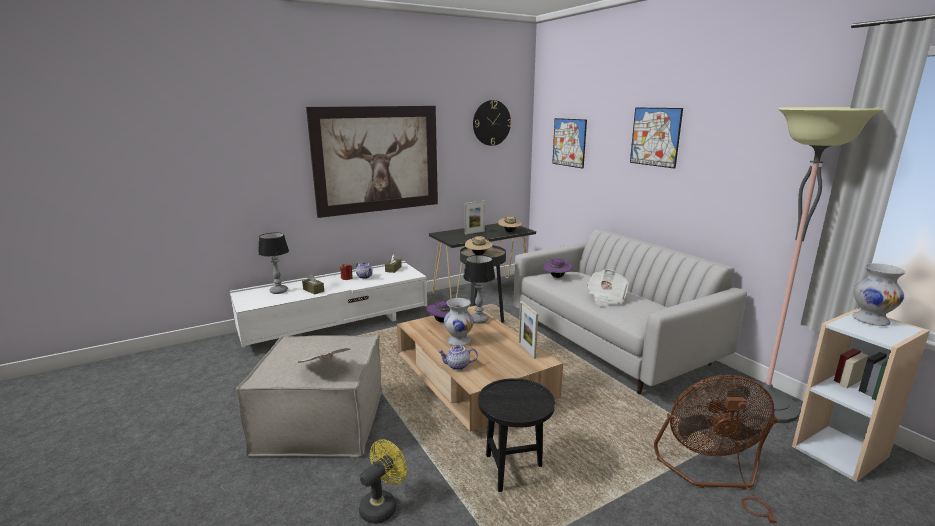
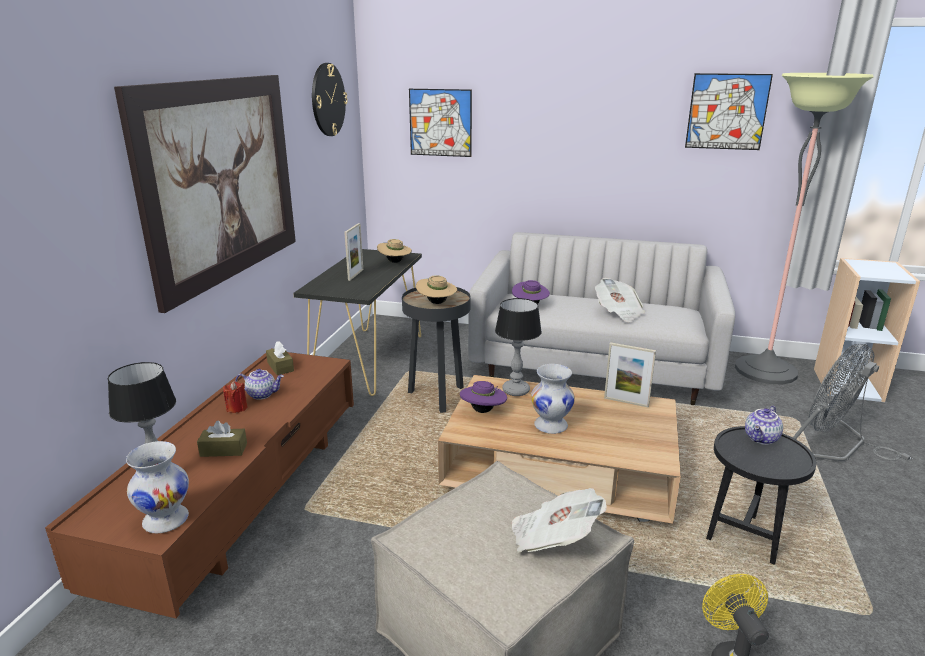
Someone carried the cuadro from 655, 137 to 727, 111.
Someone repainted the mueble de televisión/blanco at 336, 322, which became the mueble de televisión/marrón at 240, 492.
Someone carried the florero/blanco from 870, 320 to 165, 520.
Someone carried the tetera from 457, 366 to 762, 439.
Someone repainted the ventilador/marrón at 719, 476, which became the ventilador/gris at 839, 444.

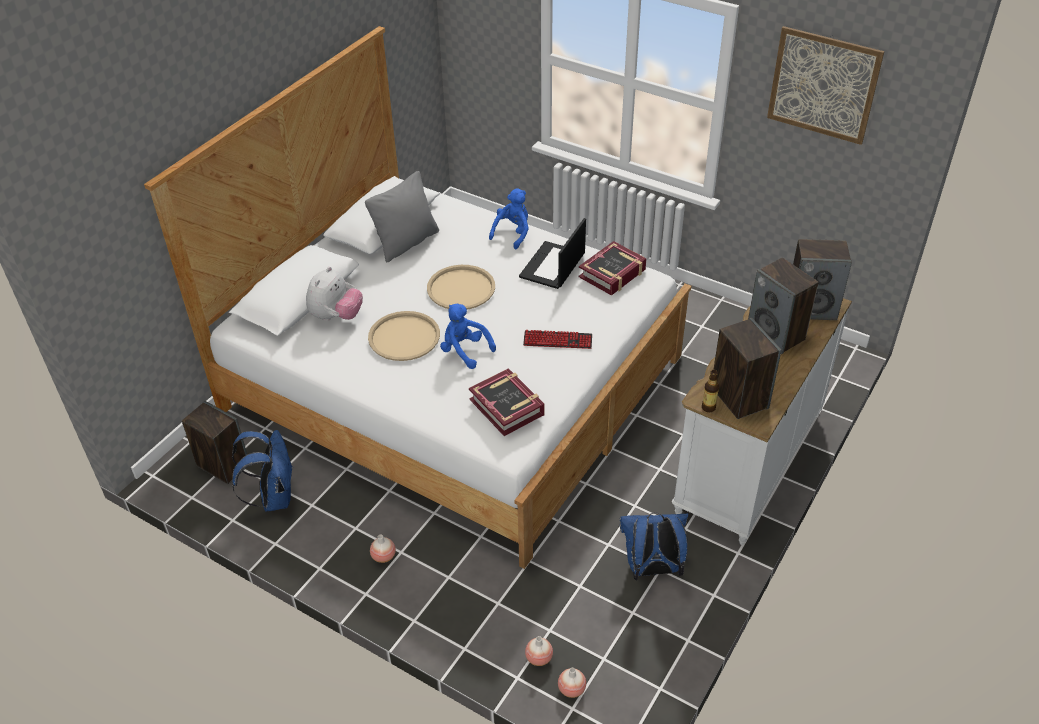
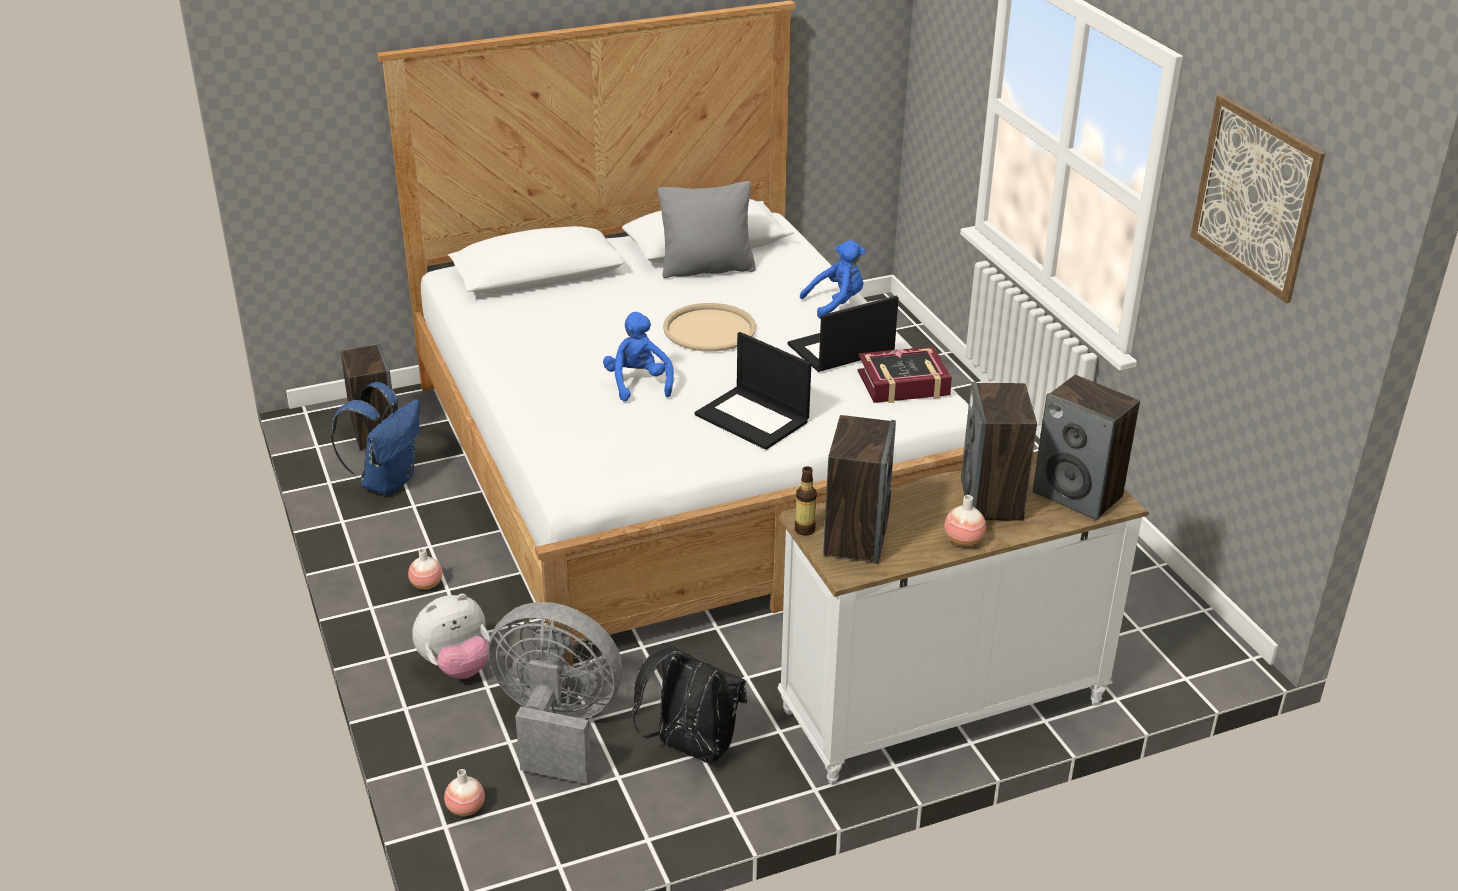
Someone carried the peluche from 336, 316 to 457, 666.
Someone took away the bandeja/beis at 404, 337.
Someone swapped the teclado at 557, 340 for the portátil at 753, 418.
Someone took away the libro at 507, 407.
Someone repainted the mochila/azul at 652, 569, which became the mochila/negro at 690, 748.
Someone carried the florero from 539, 658 to 963, 540.
Someone put down the ventilador/gris at 557, 726.

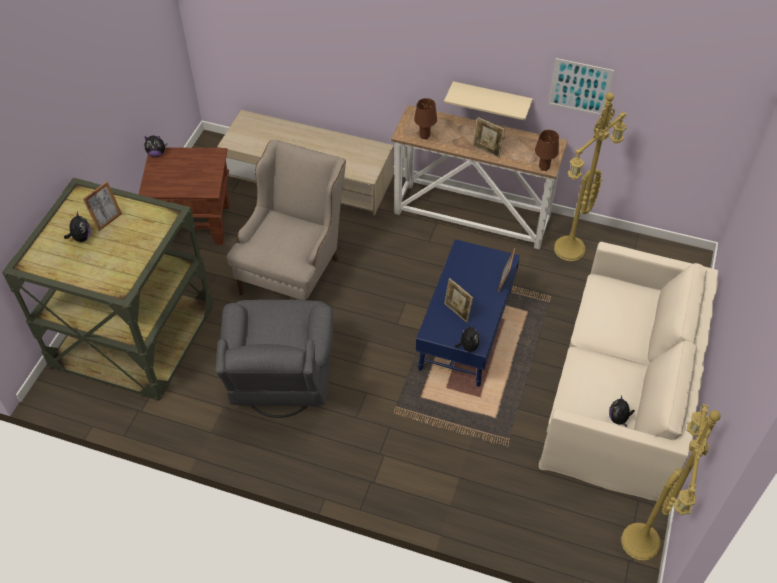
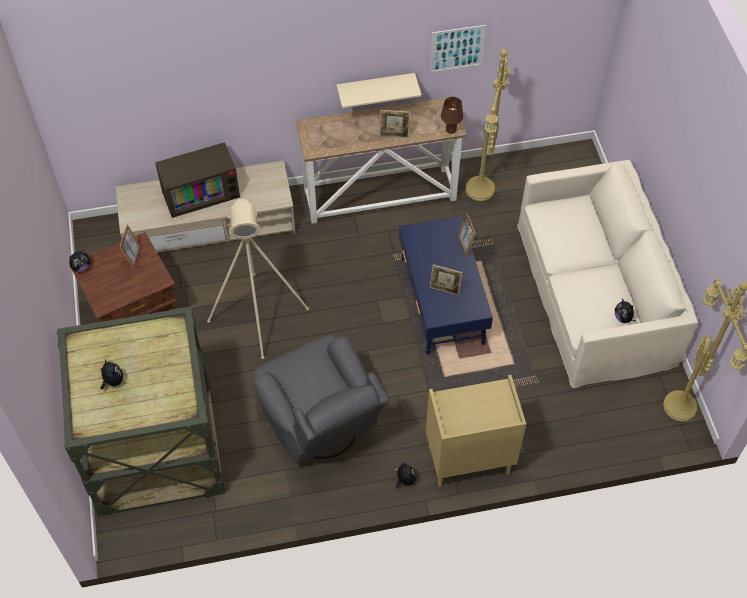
Someone took away the lámpara de mesa/marrón at 424, 135.
Someone swapped the sillón/beis at 294, 268 for the lámpara de pie/beis at 258, 316.
Someone carried the portarretratos from 107, 220 to 133, 257.
Someone carried the peluche from 468, 346 to 405, 480.
Someone put down the televisor at 201, 192.
Someone put down the armario/beis at 468, 460.

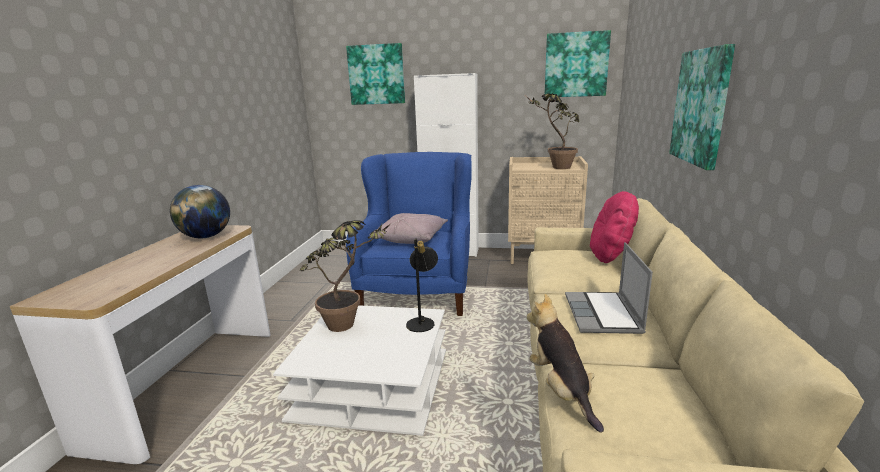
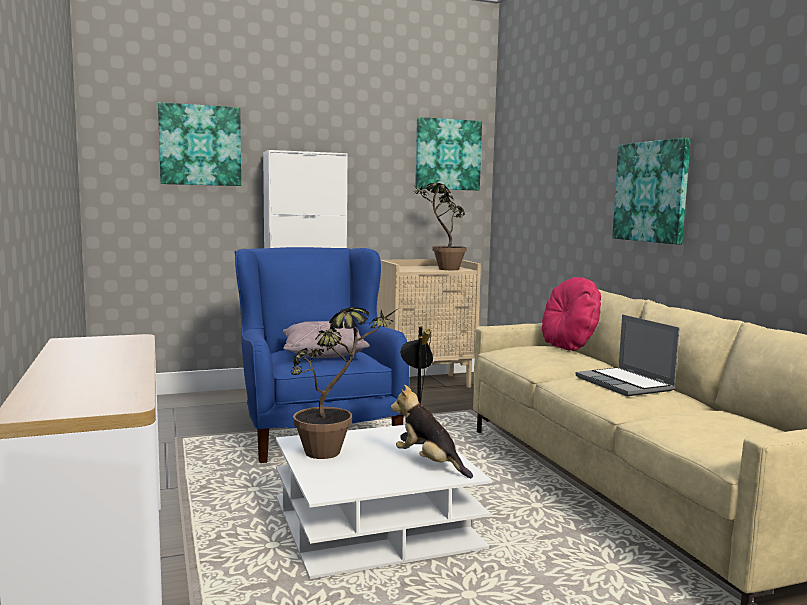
Someone took away the globo terráqueo at 206, 237.
Someone carried the peluche from 561, 390 to 429, 463.

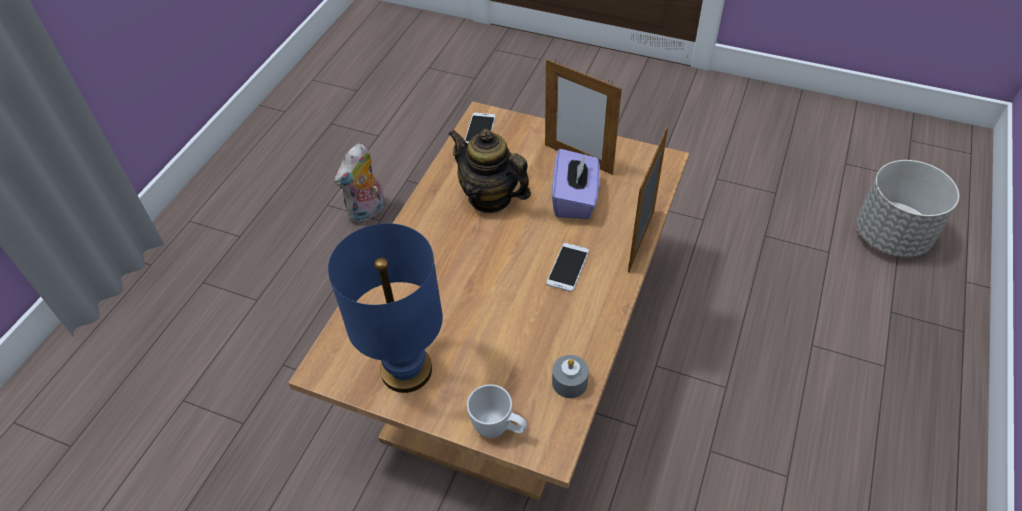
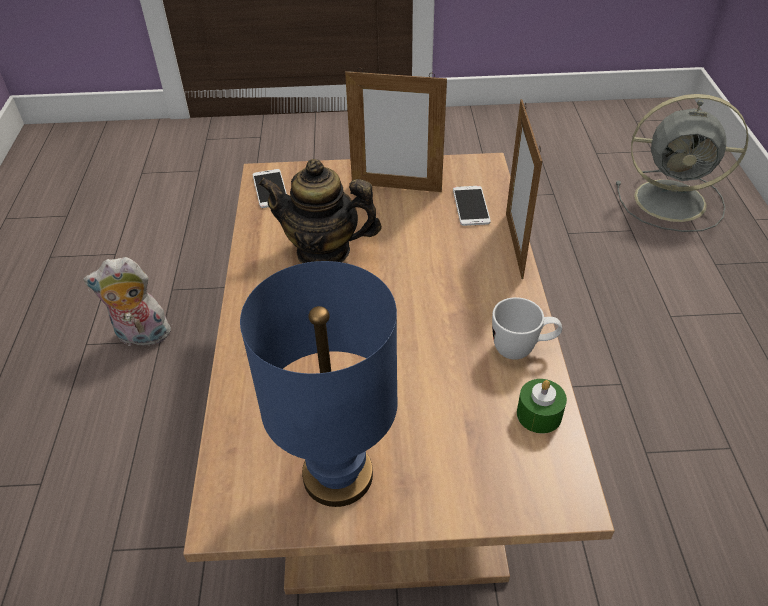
Someone rotated the peluche at 368, 212 by 75 degrees clockwise.
Someone took away the caja de pañuelos/morado at 575, 199.
Someone swapped the maceta/gris at 892, 236 for the ventilador/gris at 673, 201.
Someone carried the móvil from 568, 267 to 471, 206.
Someone repainted the vela/gris at 569, 382, which became the vela/verde at 539, 414.
Someone carried the taza grande/blanco from 499, 429 to 522, 349.

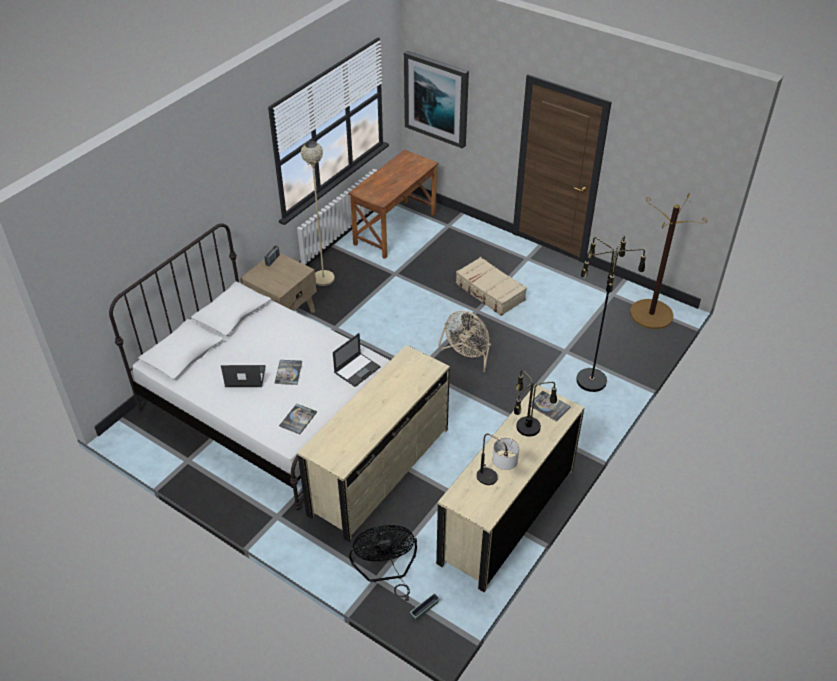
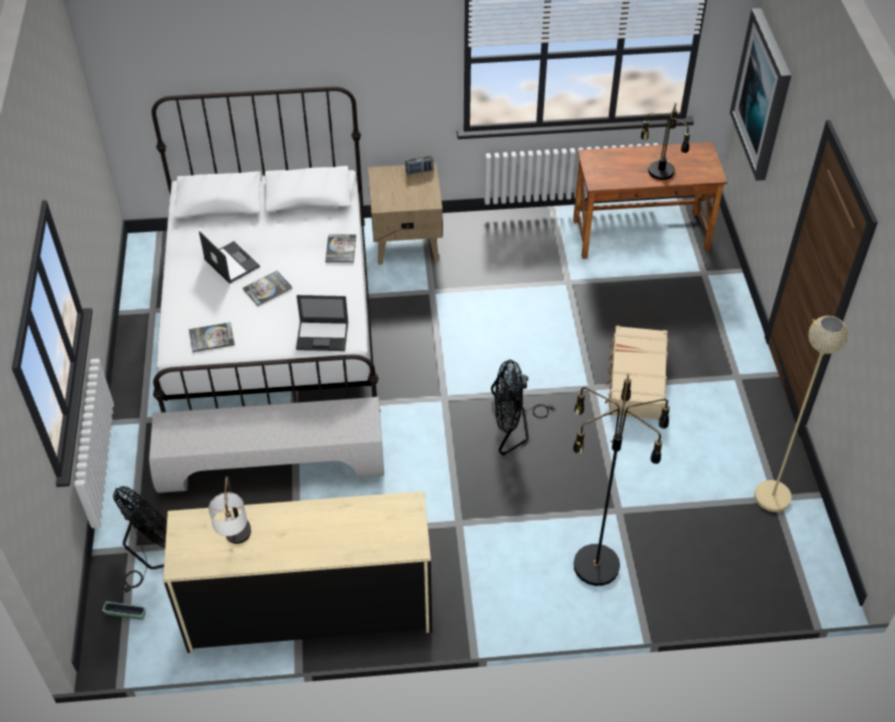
Someone carried the lámpara de pie/beis from 323, 279 to 772, 497.
Someone took away the perchero/marrón at 651, 314.
Someone repainted the ventilador/beis at 467, 353, which became the ventilador/negro at 514, 422.
Someone swapped the cómoda/beis at 381, 470 for the banco/gris at 272, 460.
Someone carried the lámpara de mesa from 528, 426 to 661, 171.
Someone carried the libro from 549, 406 to 340, 249.

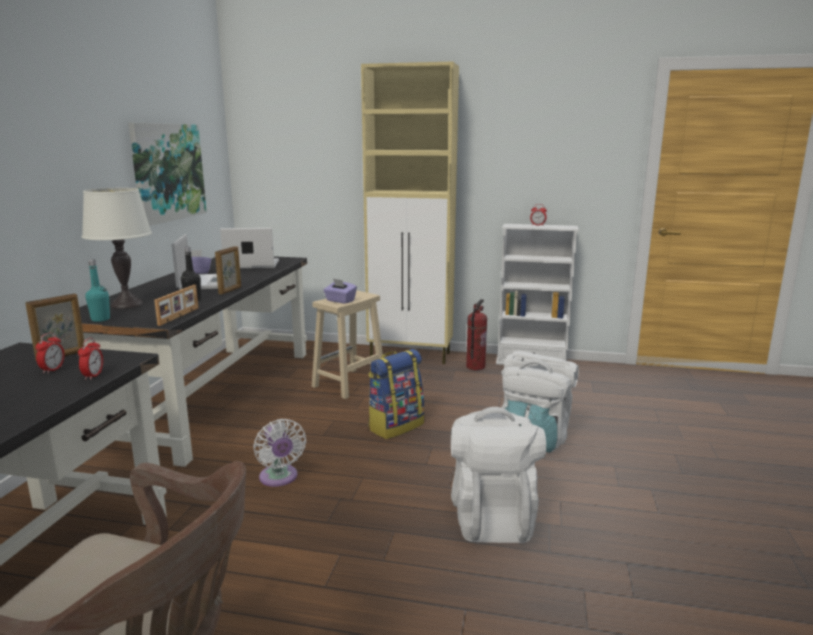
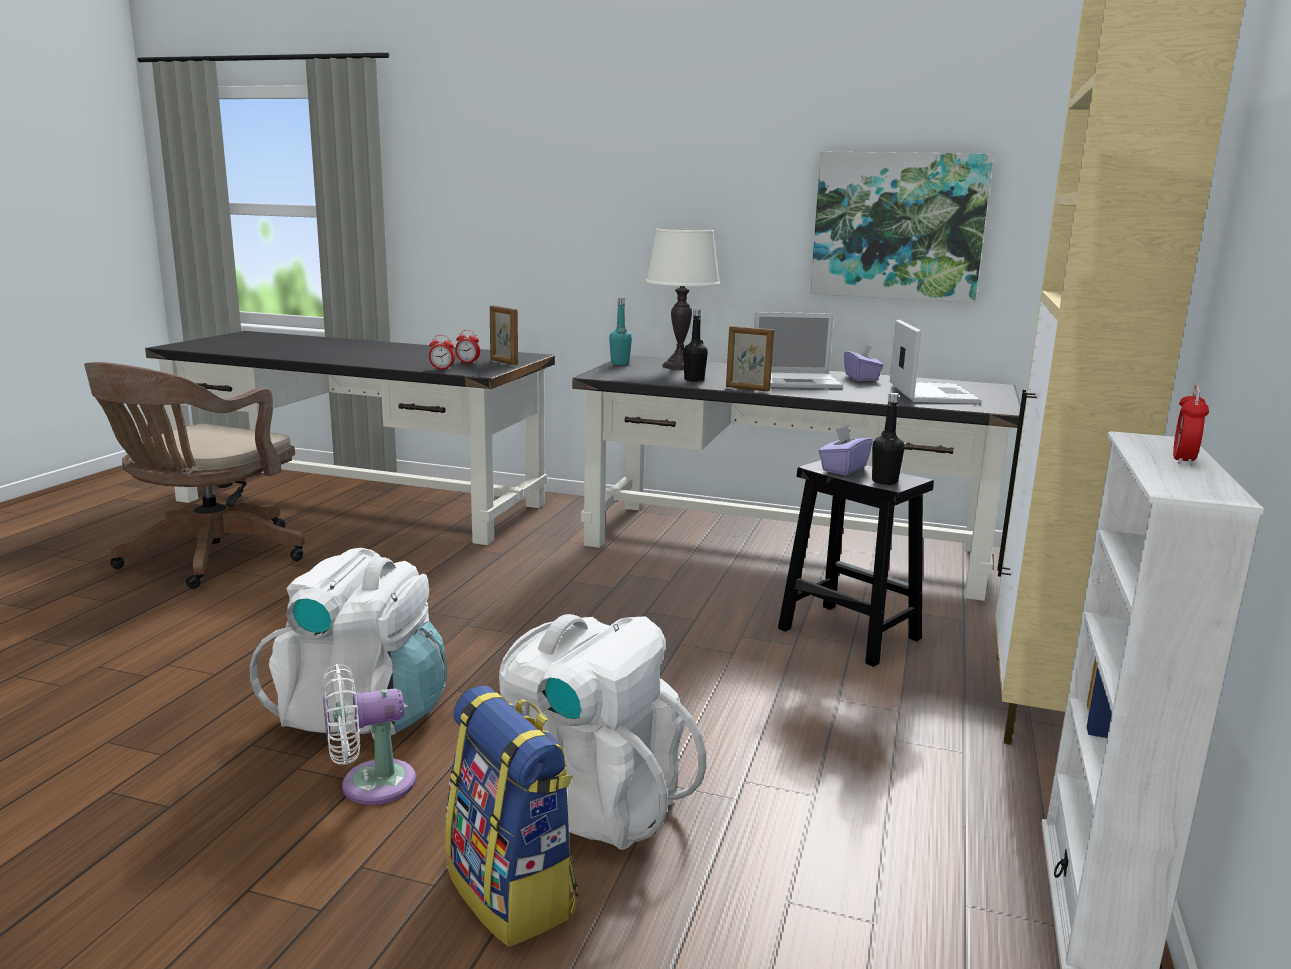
Someone took away the portarretratos at 179, 316.
Someone repainted the taburete/beis at 348, 384, which became the taburete/negro at 847, 633.
Someone took away the extintor at 475, 367.
Someone carried the mochila from 395, 426 to 513, 892.
Someone carried the ventilador/blanco from 279, 478 to 370, 784.
Someone put down the botella/negro at 884, 481.

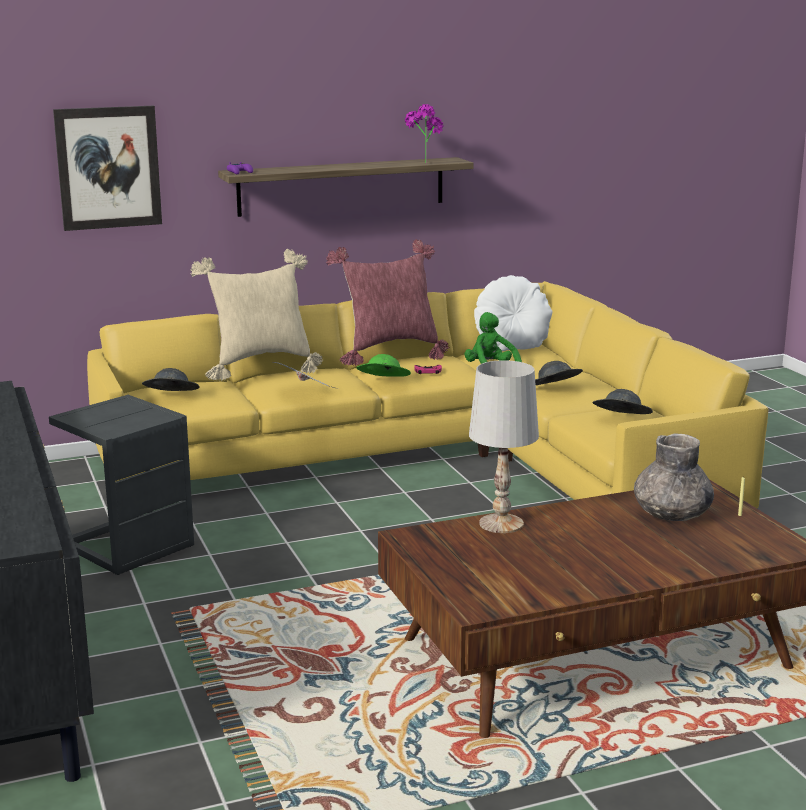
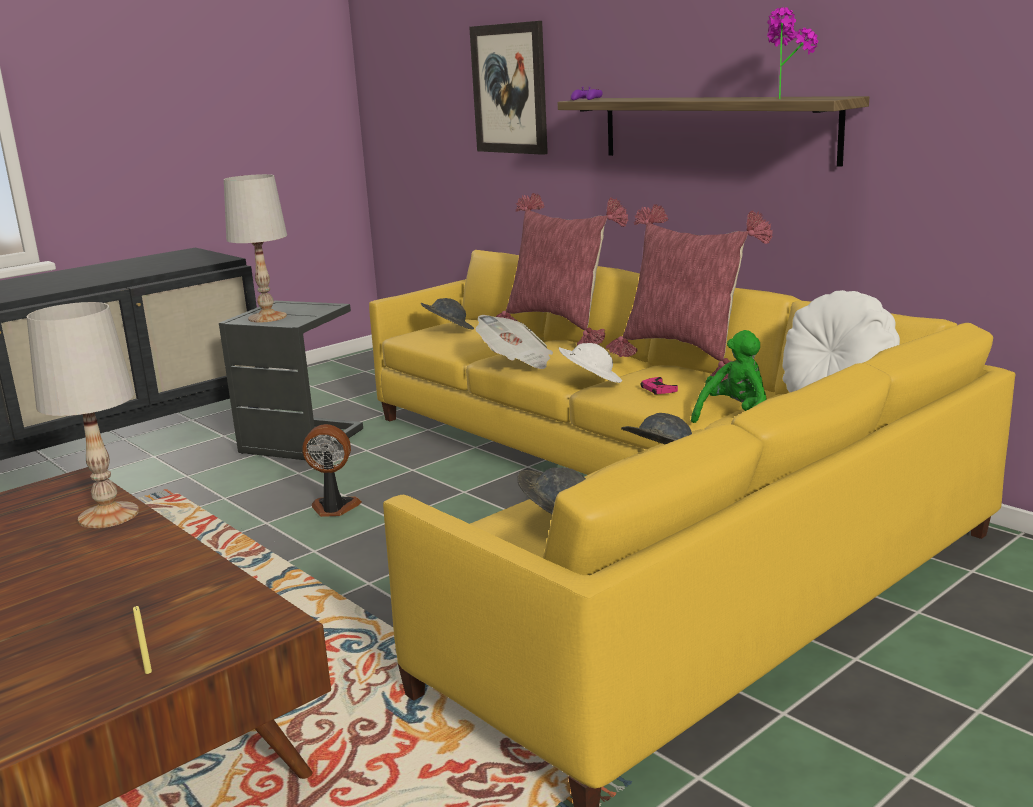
Someone repainted the cojín/beis at 259, 373, which became the cojín/rojo at 561, 337.
Someone repainted the sombrero/verde at 383, 383, which became the sombrero/blanco at 590, 381.
Someone took away the florero/gris at 671, 515.
Someone put down the lámpara de mesa/blanco at 267, 317.
Someone put down the ventilador at 334, 508.

